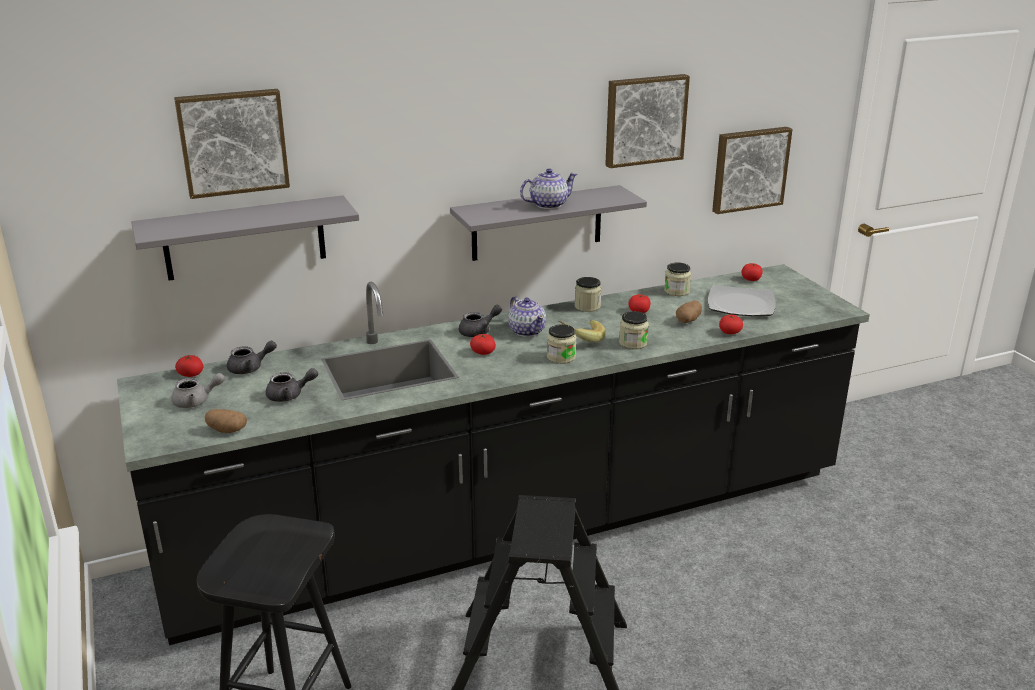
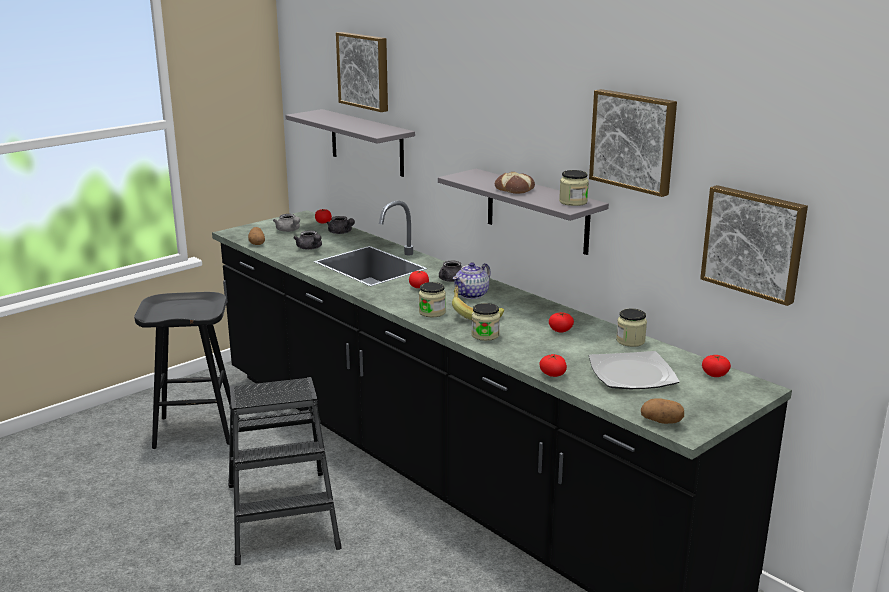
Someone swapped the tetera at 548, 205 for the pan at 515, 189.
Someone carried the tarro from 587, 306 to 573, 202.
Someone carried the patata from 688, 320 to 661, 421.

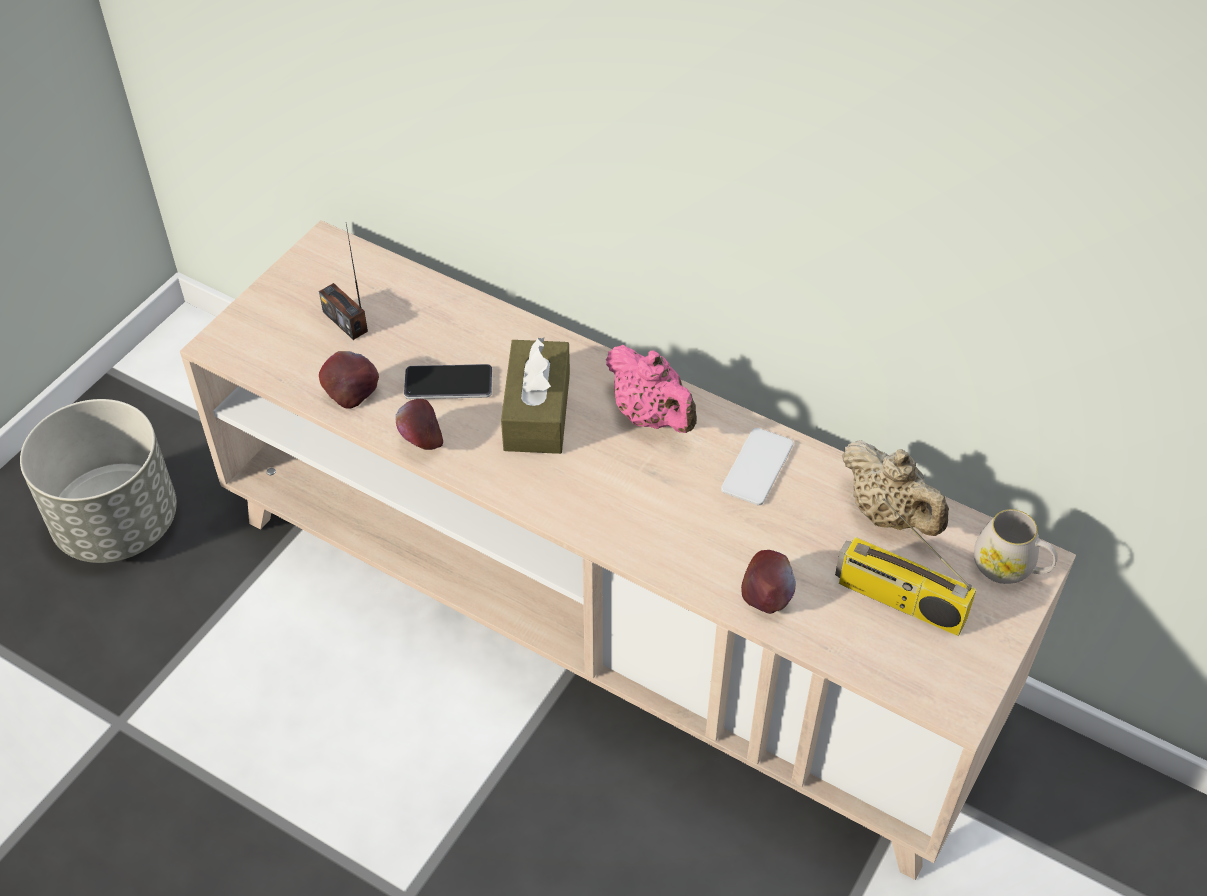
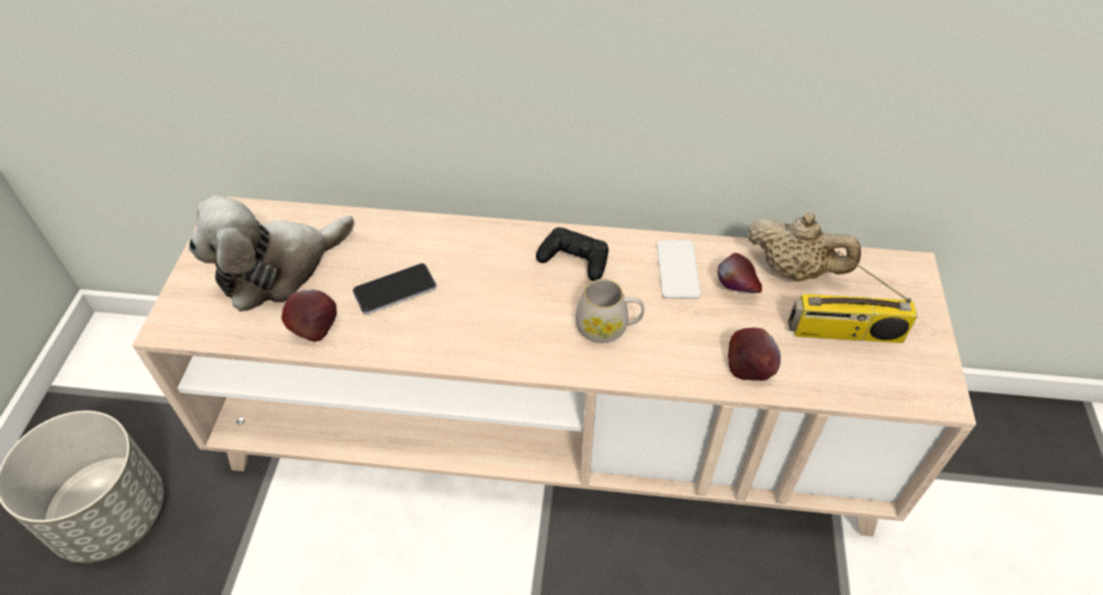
Someone swapped the radio at 345, 321 for the peluche at 277, 269.
Someone took away the caja de pañuelos/marrón at 537, 411.
Someone swapped the tetera/rosa at 651, 416 for the mando de consola/negro at 574, 259.
Someone carried the manzana from 420, 442 to 736, 290.
Someone carried the taza grande/blanco from 1010, 568 to 608, 328.

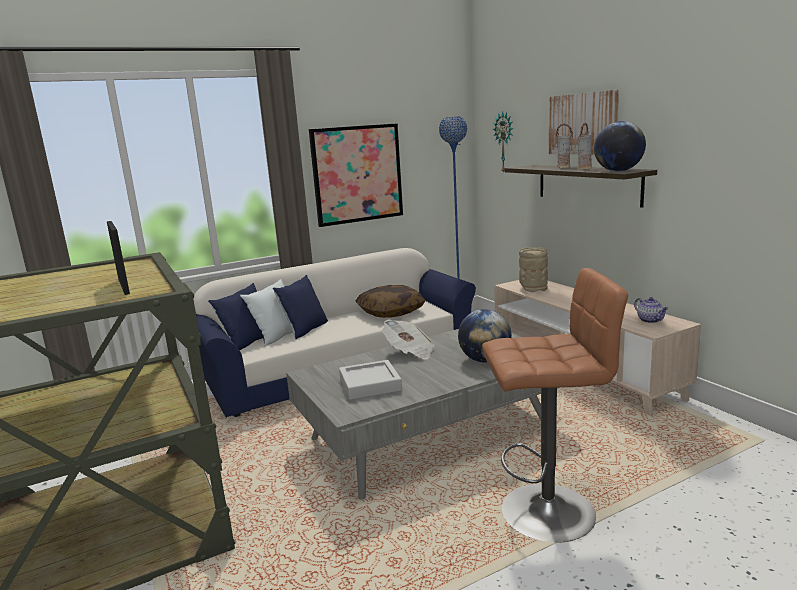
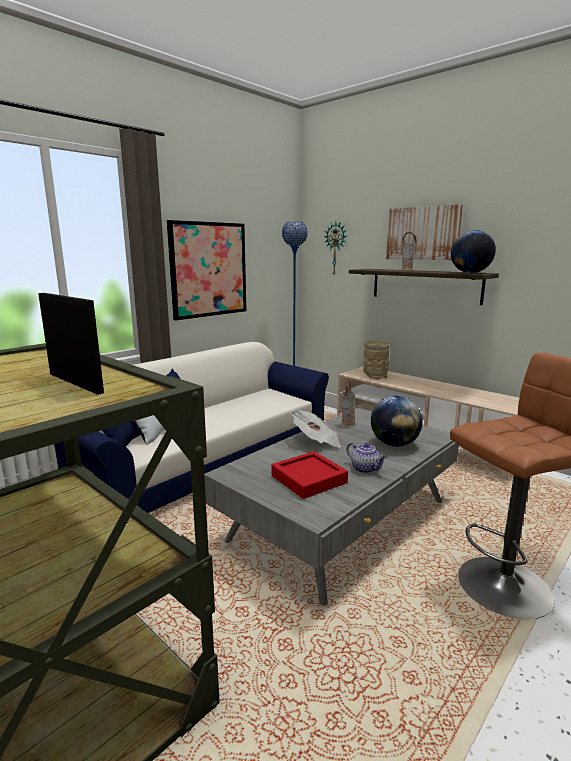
Someone carried the florero from 584, 169 to 347, 424.
Someone took away the cojín at 391, 312.
Someone carried the tetera from 650, 320 to 365, 469.
Someone repainted the bandeja/gris at 370, 384, which became the bandeja/rojo at 309, 479.

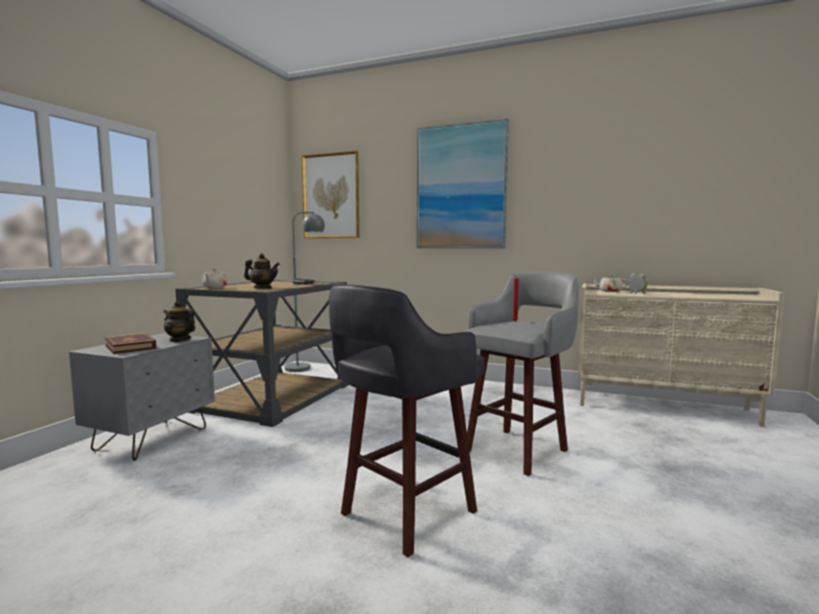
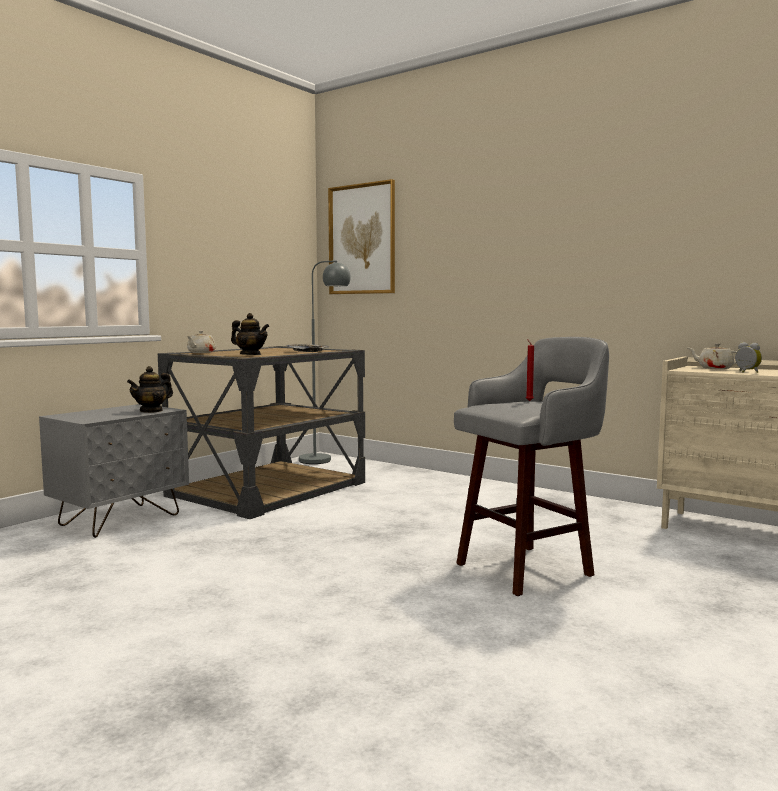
Someone took away the cuadro at 461, 187.
Someone took away the taburete/gris at 404, 515.
Someone rotated the tetera at 179, 340 by 90 degrees counterclockwise.
Someone took away the libro at 130, 347.

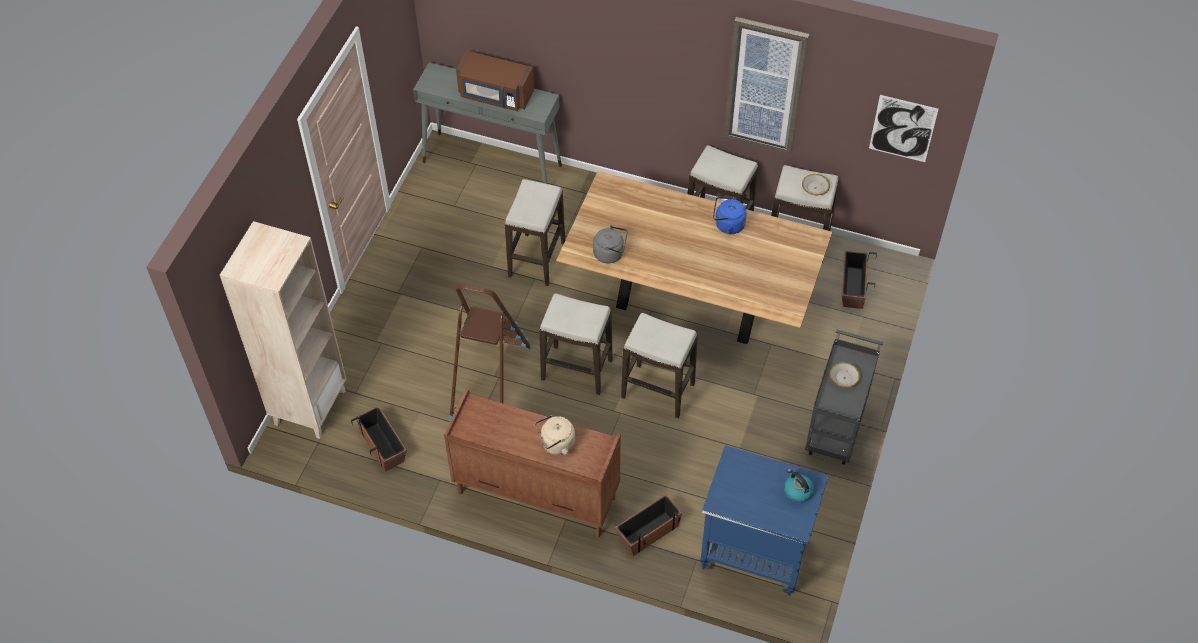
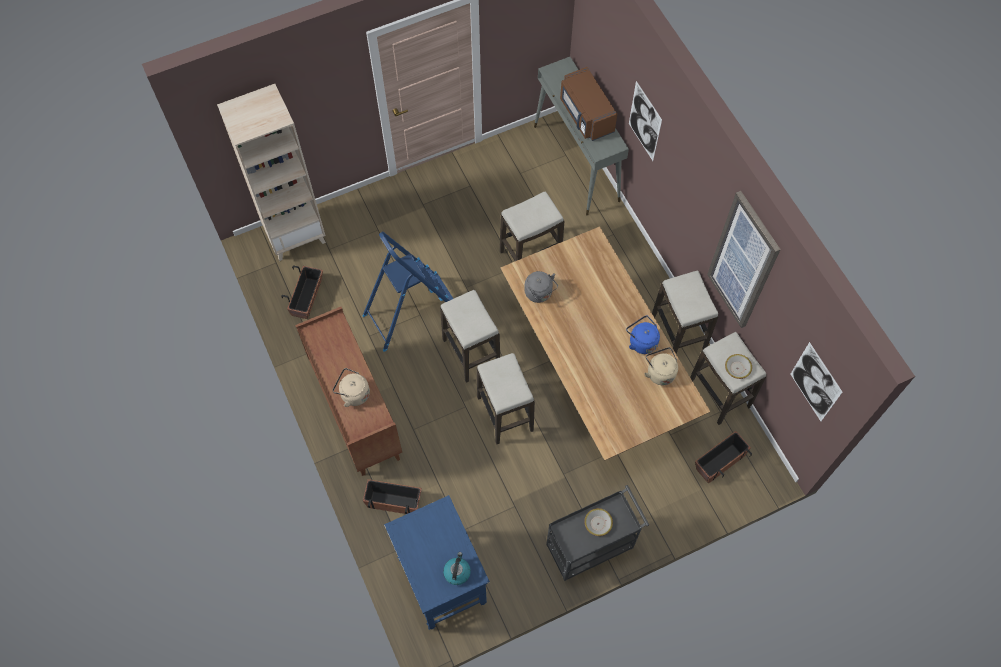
Someone repainted the escalera de tijera/marrón at 491, 381, which became the escalera de tijera/azul at 412, 313.
Someone put up the cuadro at 644, 121.
Someone put down the hervidor/beis at 659, 372.

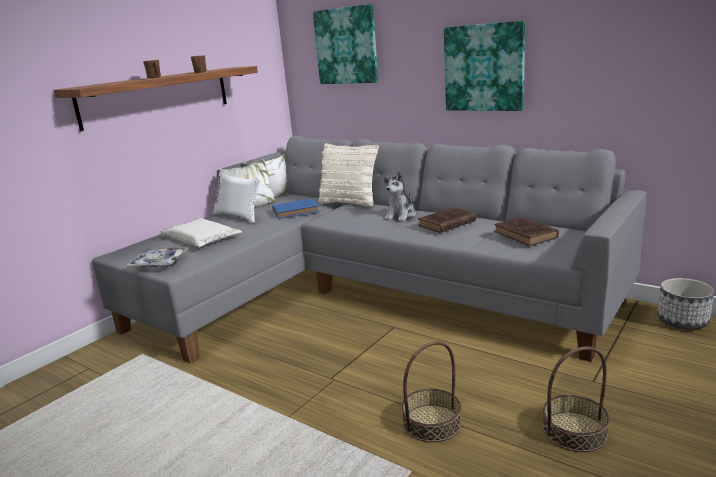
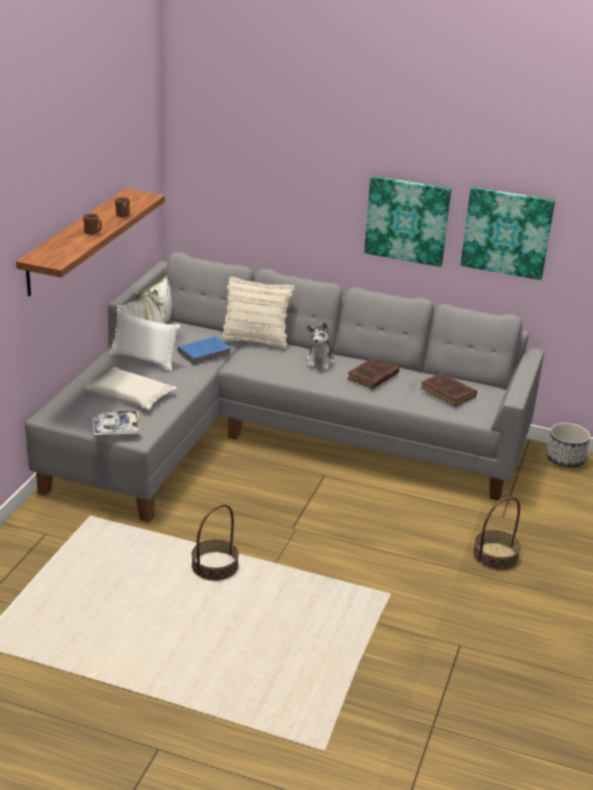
Someone carried the cuadro from 346, 46 to 507, 232.
Someone carried the cesta from 431, 423 to 215, 566.

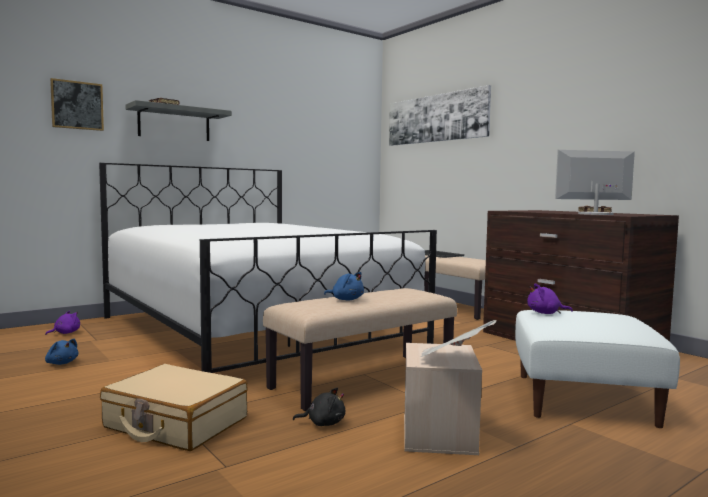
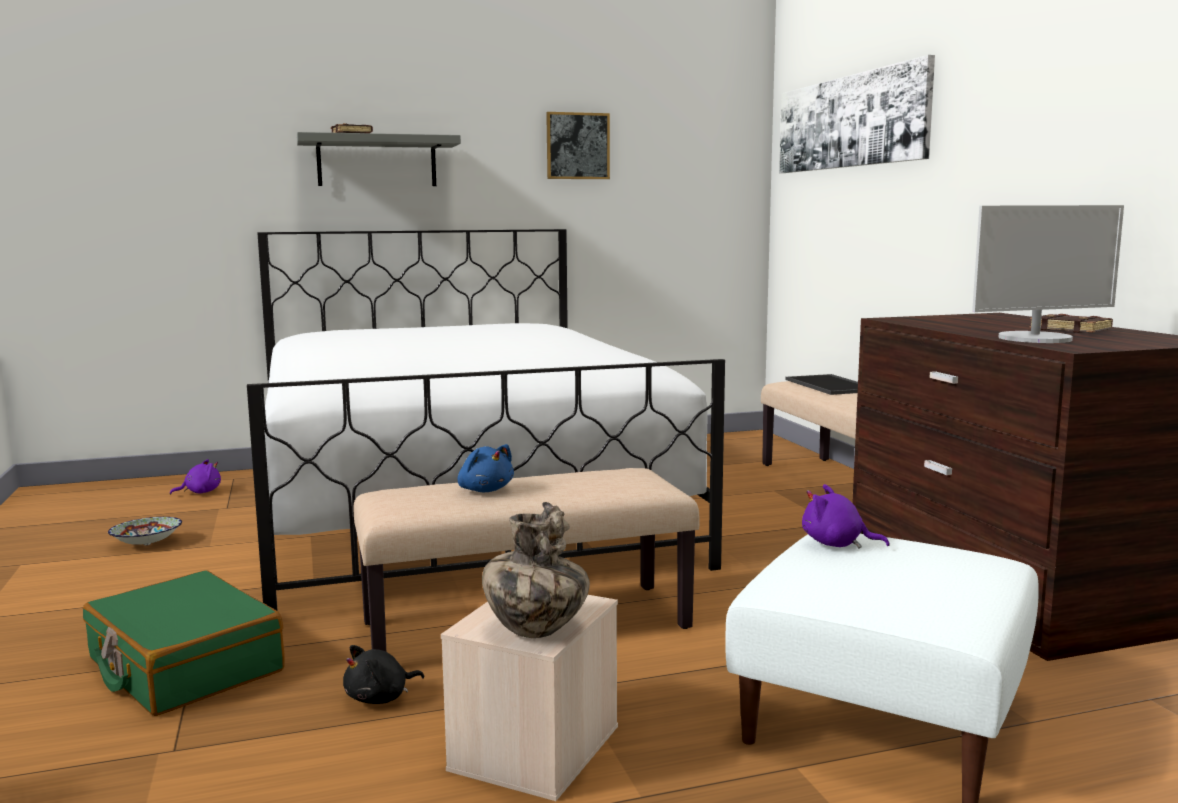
Someone carried the cuadro from 77, 105 to 577, 146.
Someone rotated the monitor at 595, 214 by 150 degrees clockwise.
Someone swapped the periódico at 454, 360 for the florero at 535, 630.
Someone swapped the peluche/azul at 61, 363 for the cuenco at 147, 544.
Someone repainted the maleta/beis at 175, 423, which became the maleta/verde at 184, 666.
Someone rotated the peluche/negro at 323, 423 by 120 degrees clockwise.

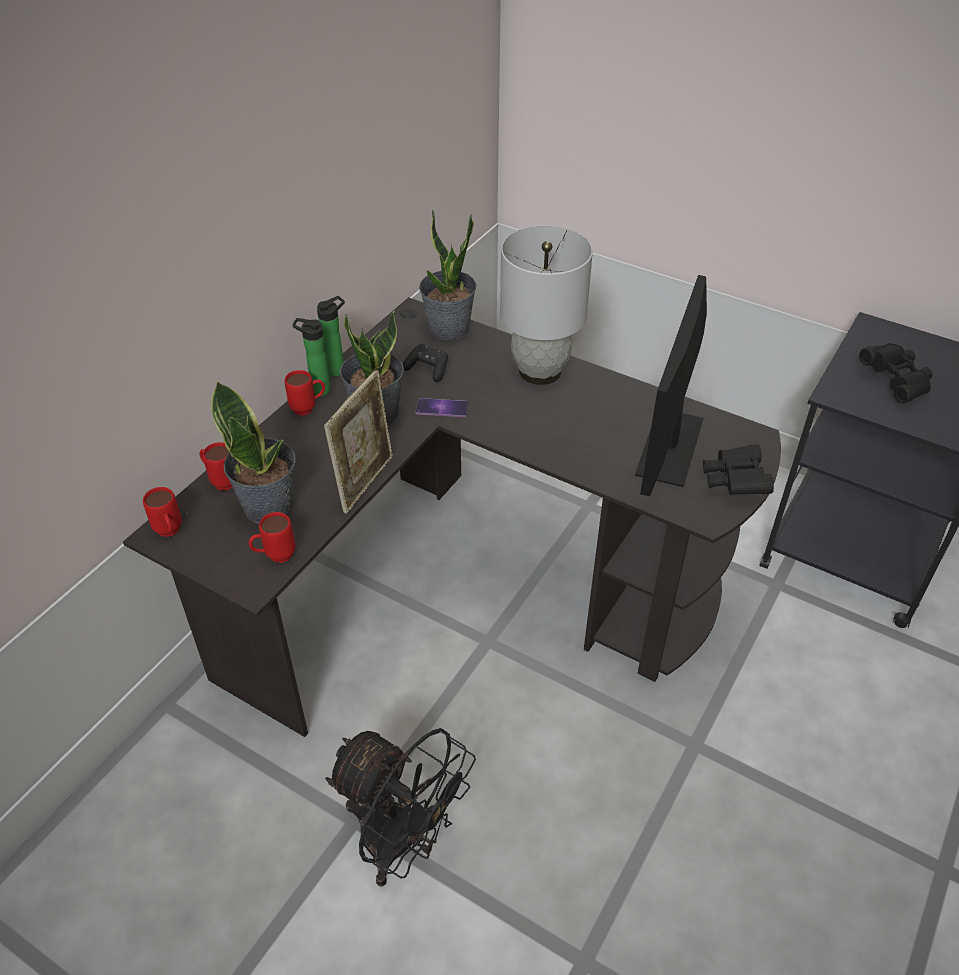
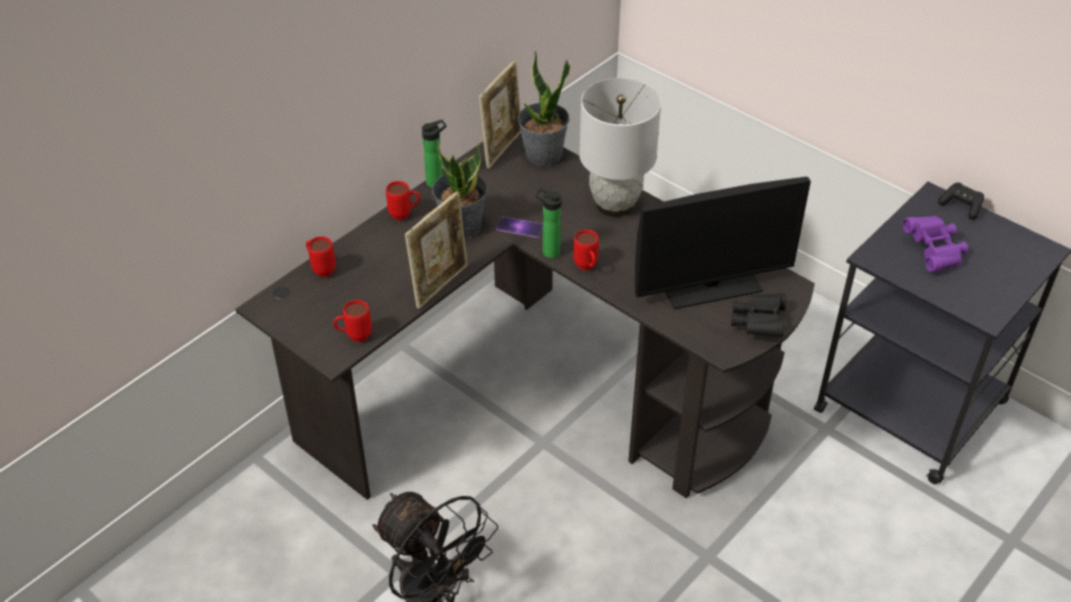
Someone rotated the monitor at 670, 446 by 135 degrees counterclockwise.
Someone carried the botella from 317, 390 to 548, 251.
Someone repainted the prismáticos/negro at 895, 382, which became the prismáticos/morado at 934, 252.
Someone carried the mando de consola/negro from 427, 369 to 961, 206.
Someone took away the planta en maceta at 269, 506.
Someone carried the taza grande/rojo from 170, 533 to 587, 268.
Someone put down the portarretratos at 502, 148.

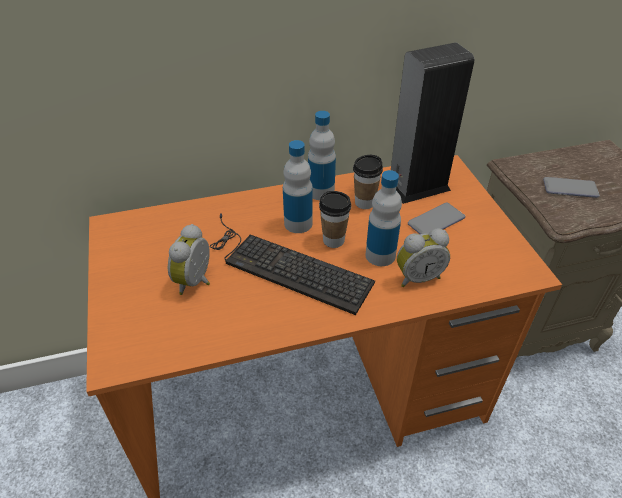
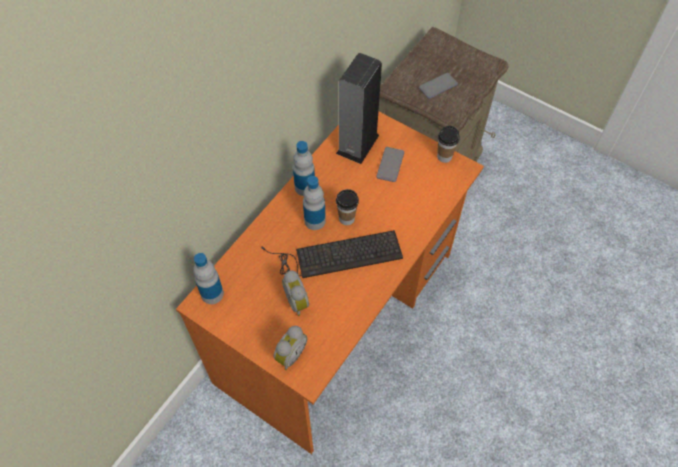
Someone carried the taza from 364, 203 to 444, 157.
Someone carried the botella from 380, 255 to 212, 294.
Someone carried the despertador from 417, 277 to 290, 354.

